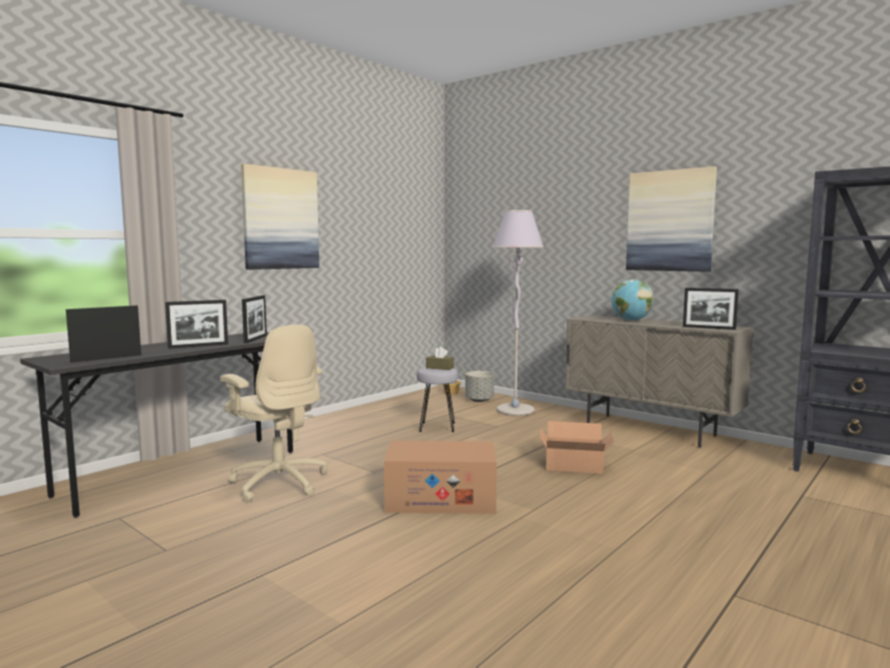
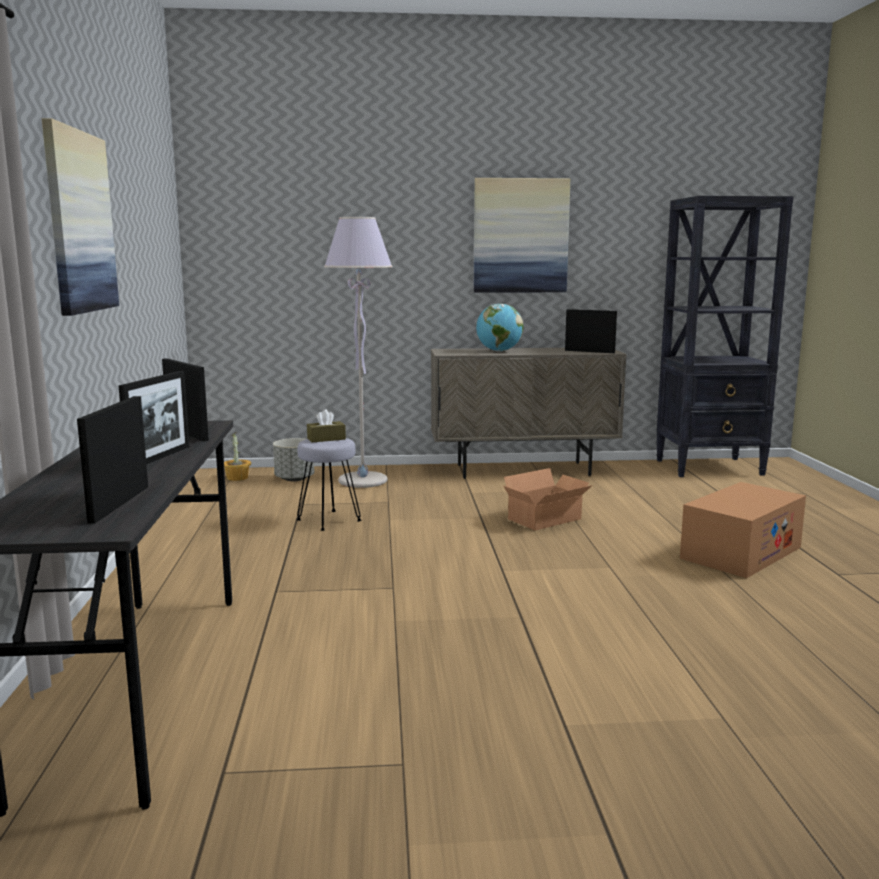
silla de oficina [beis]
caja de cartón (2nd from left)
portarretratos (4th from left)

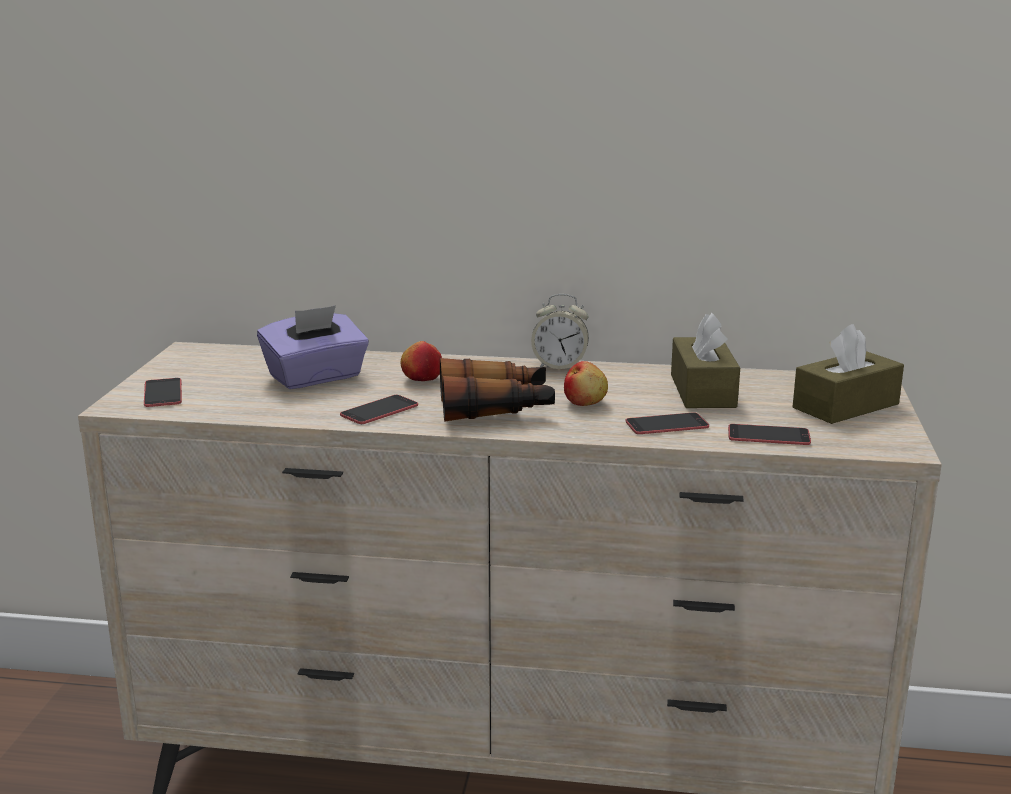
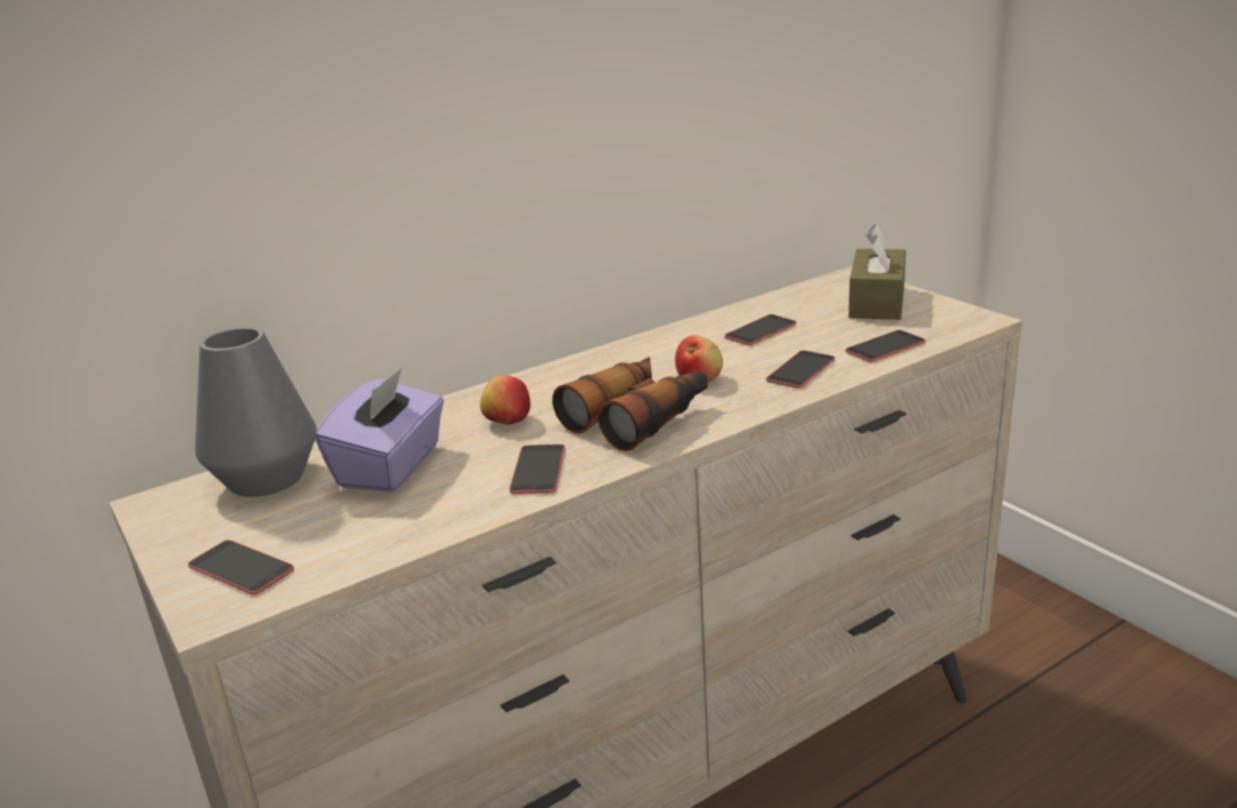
despertador
florero [gris]
móvil (3rd from left)

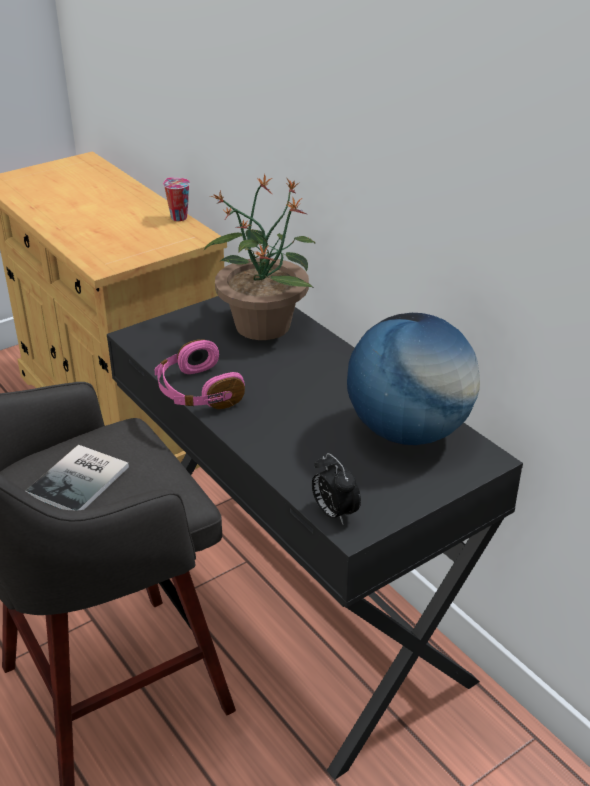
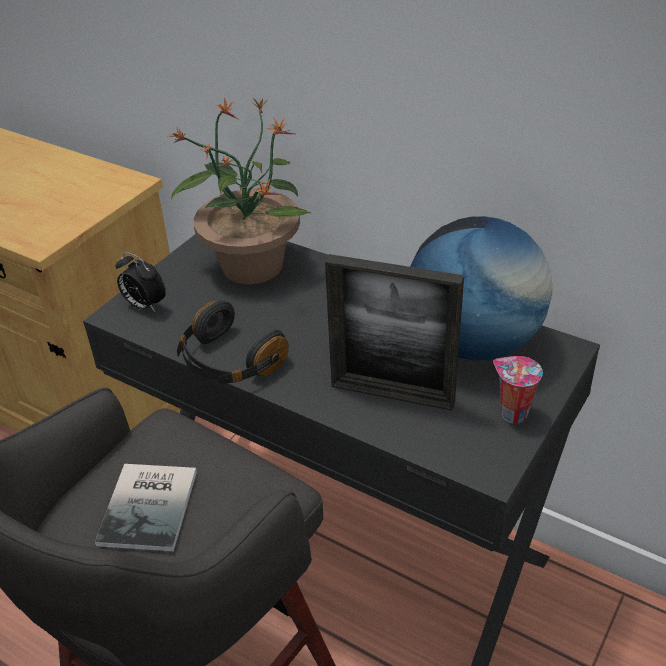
portarretratos
taza
despertador
auriculares [negro]

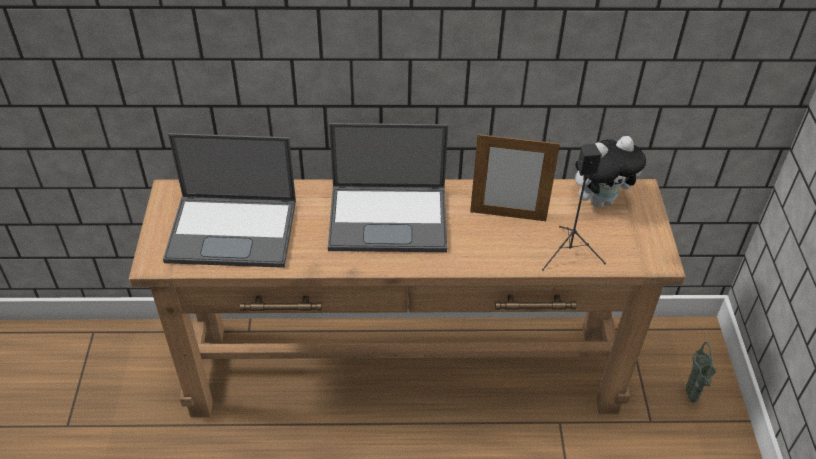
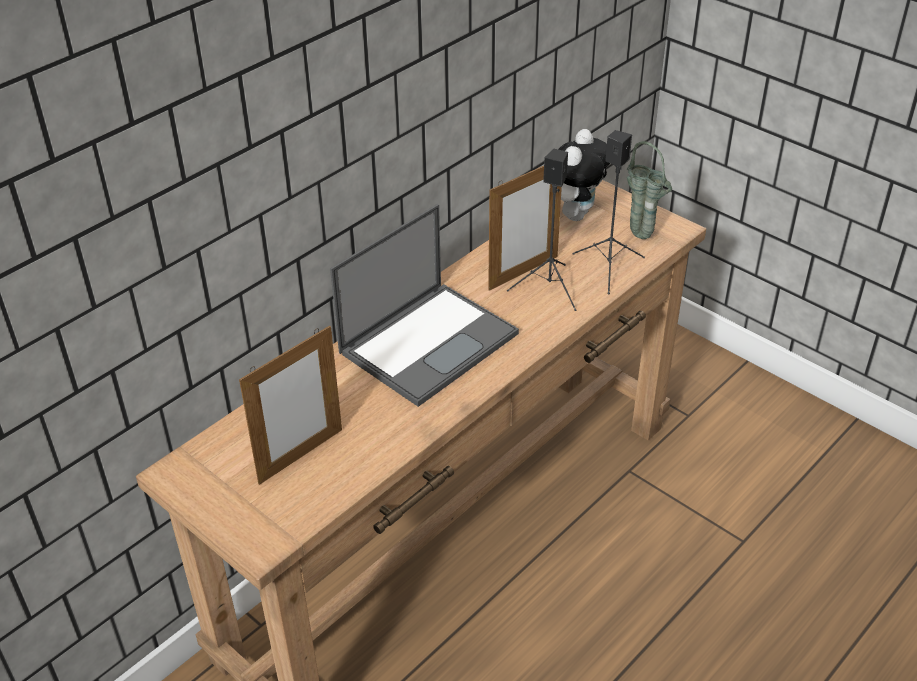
altavoz [negro] (1st from left)
florero [verde]
portarretratos (1st from left)

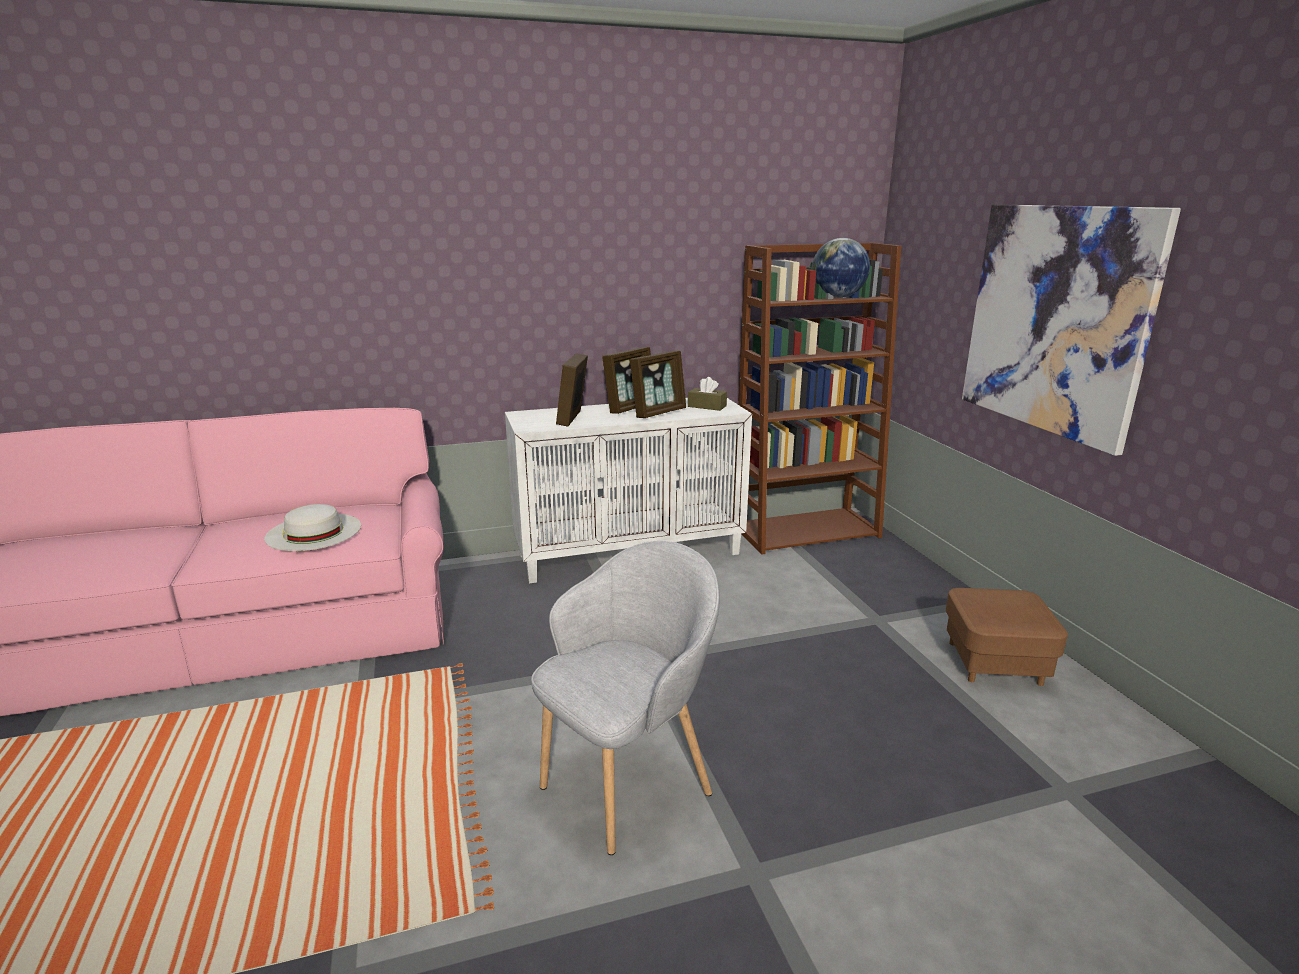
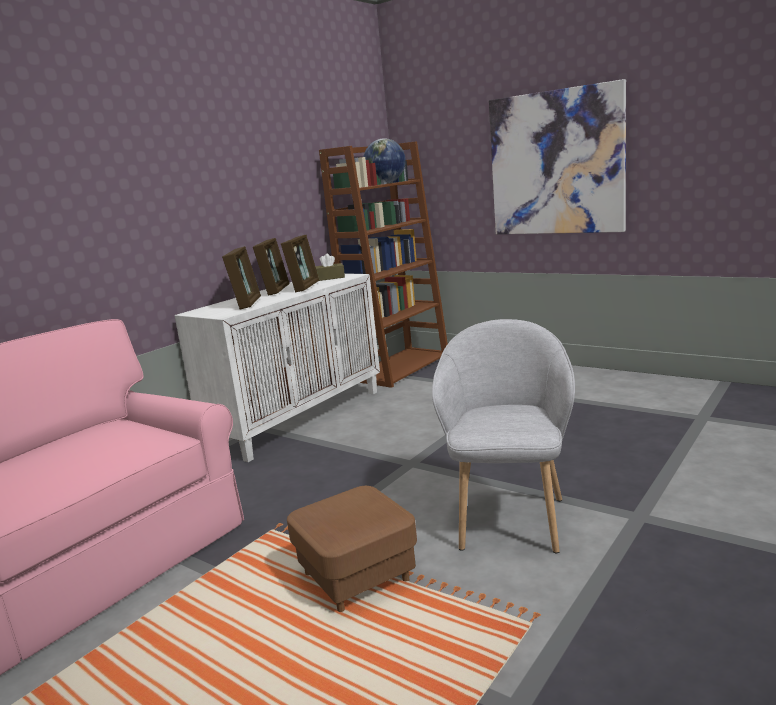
sombrero [blanco]
puf [marrón]
portarretratos (1st from left)

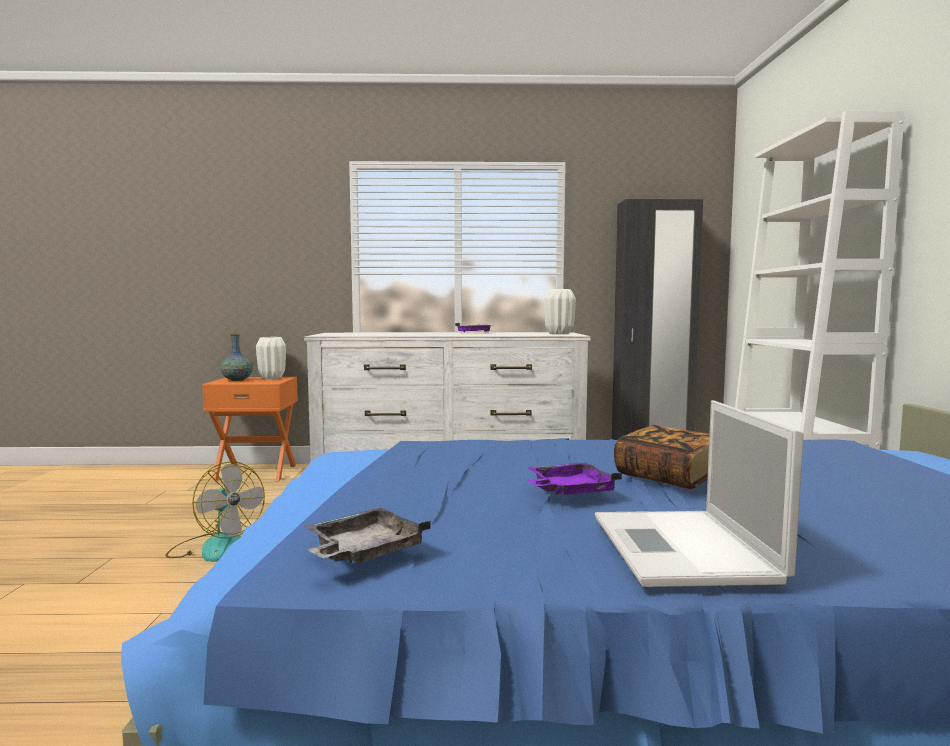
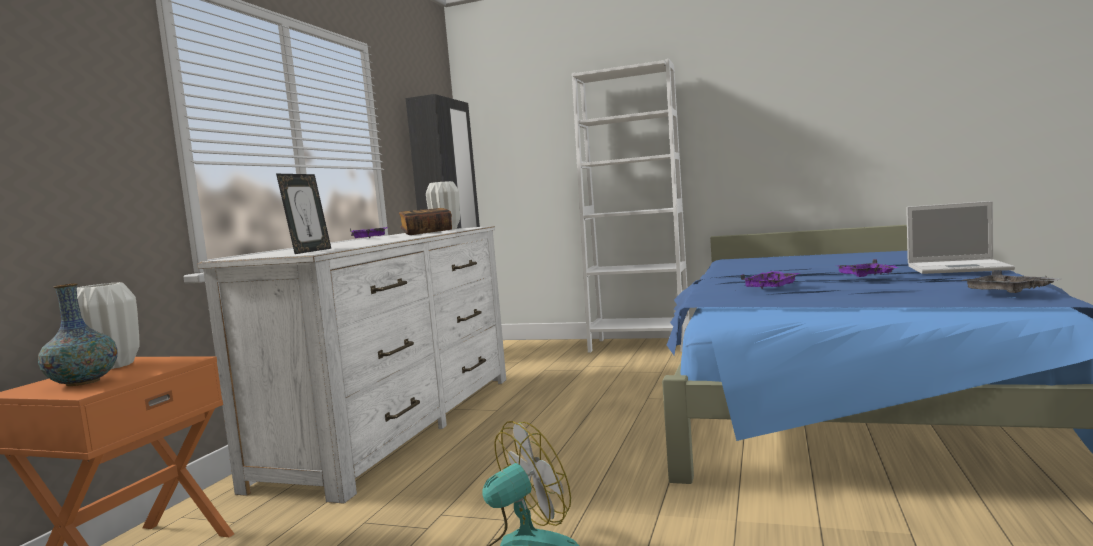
portarretratos
bandeja [morado] (2nd from left)
libro

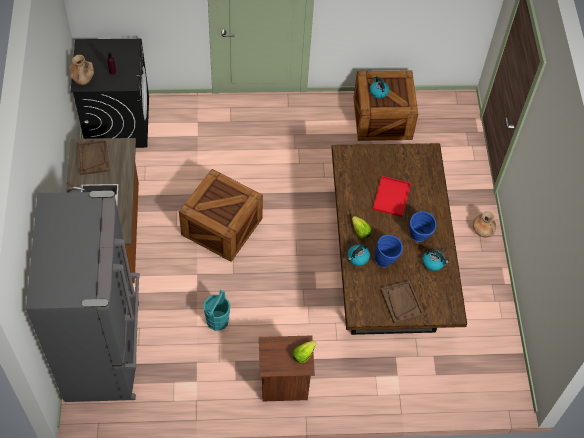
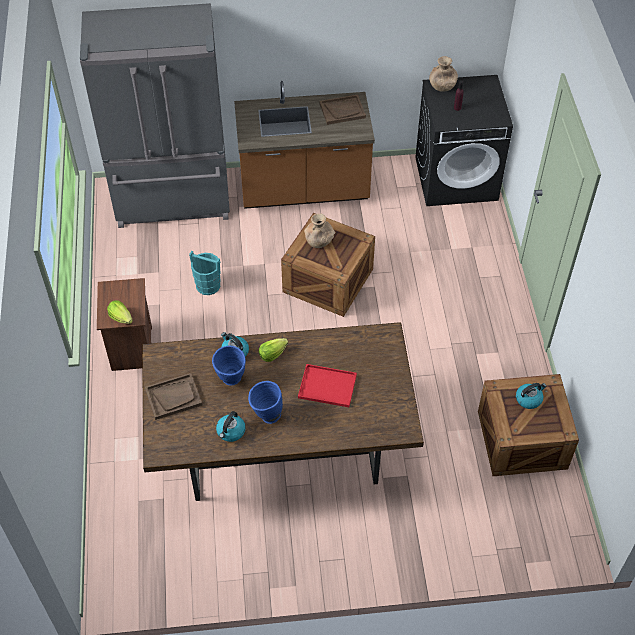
florero [marrón] (1st from left)

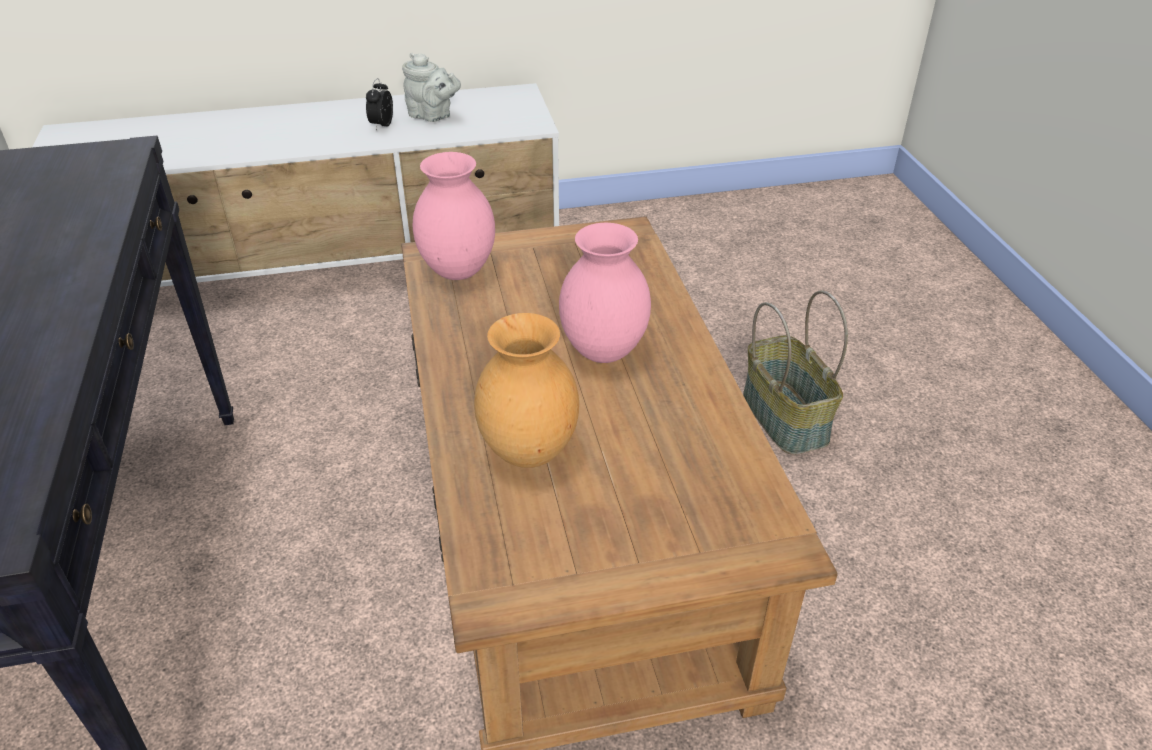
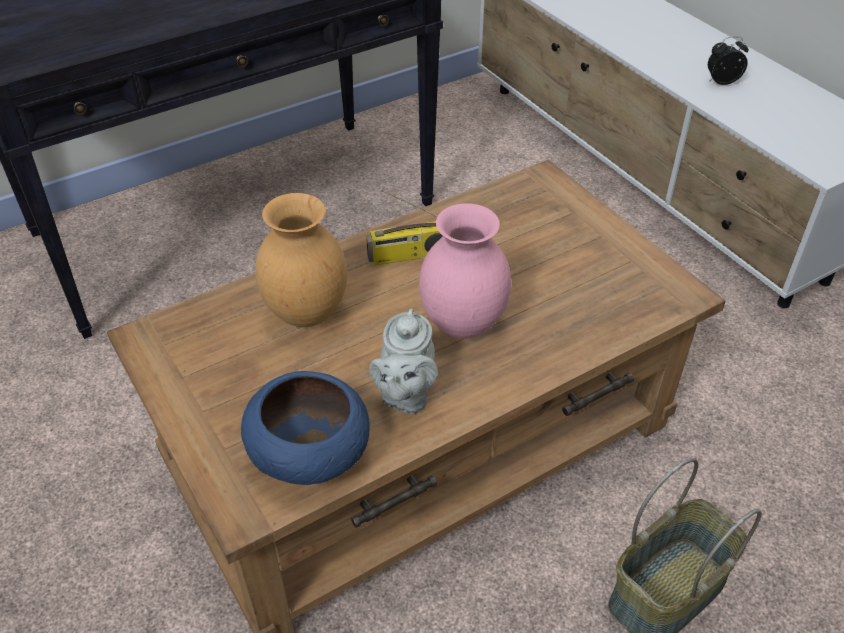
florero [rosa] (1st from left in the first image)
cuenco [azul]
radio
tetera [gris]

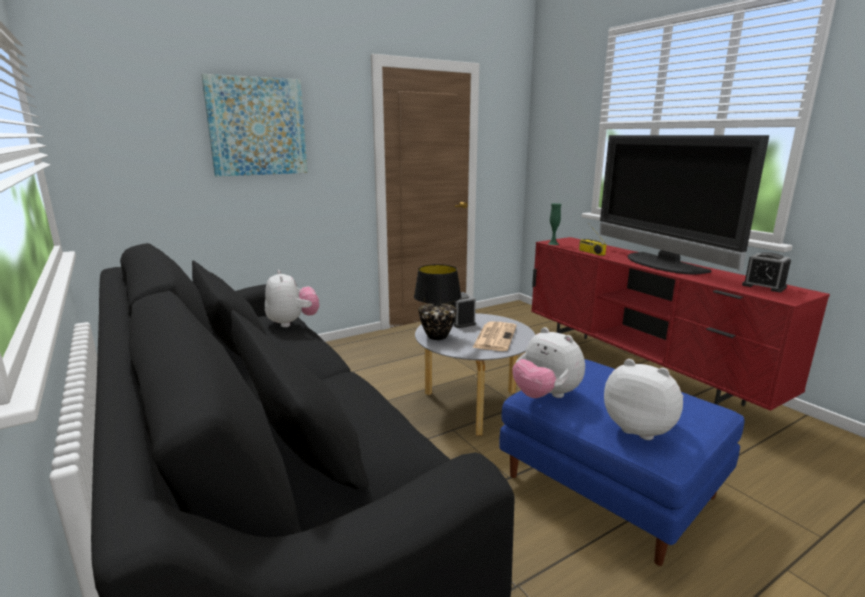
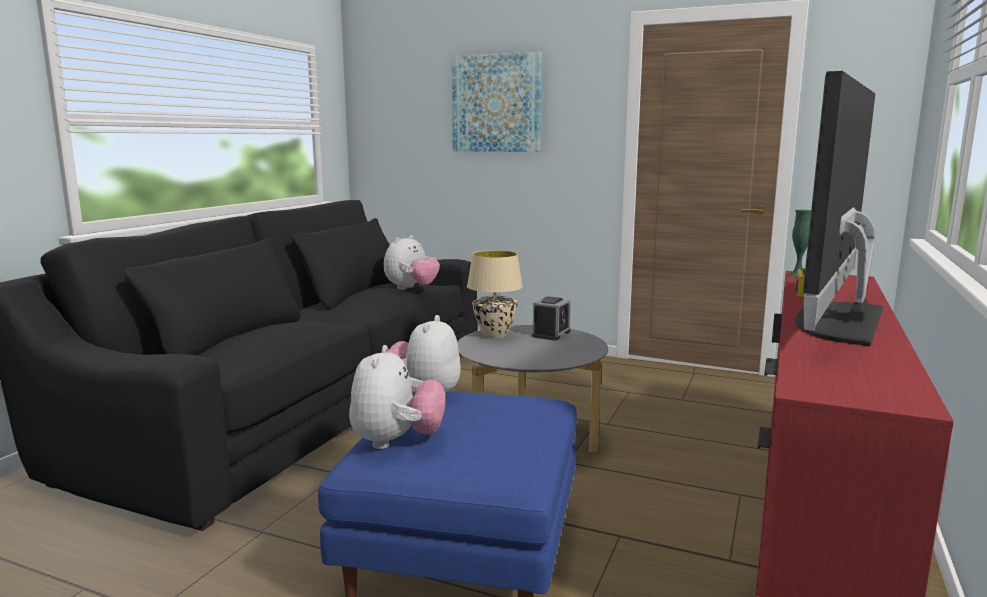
periódico
despertador (2nd from left in the first image)
lámpara de mesa [beis]

